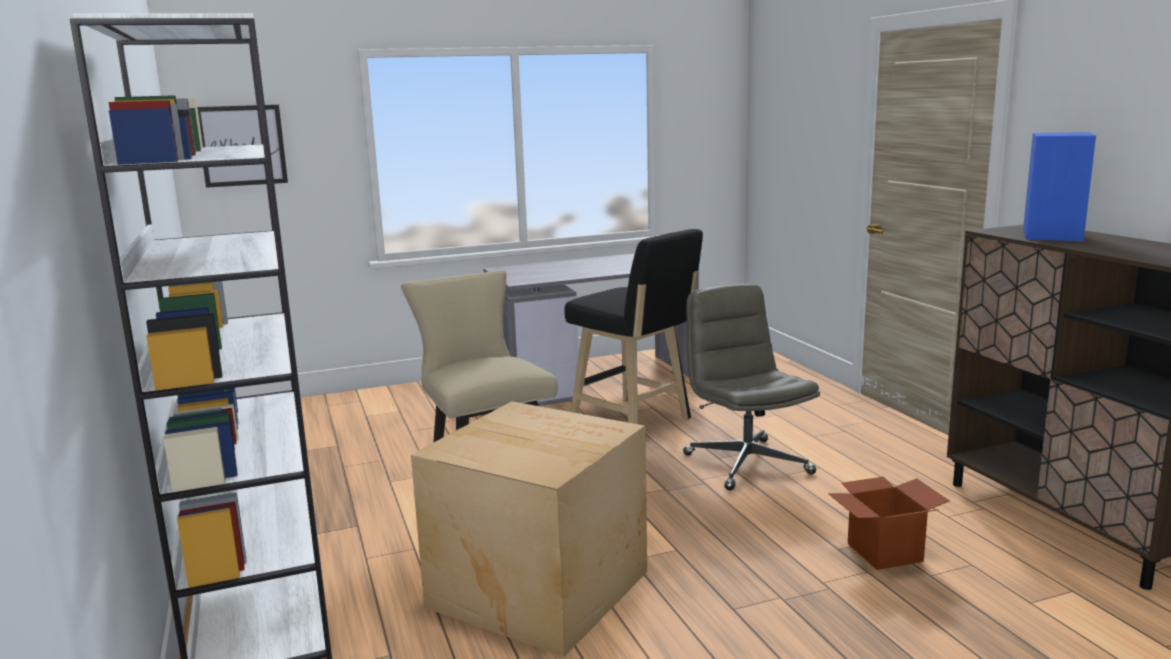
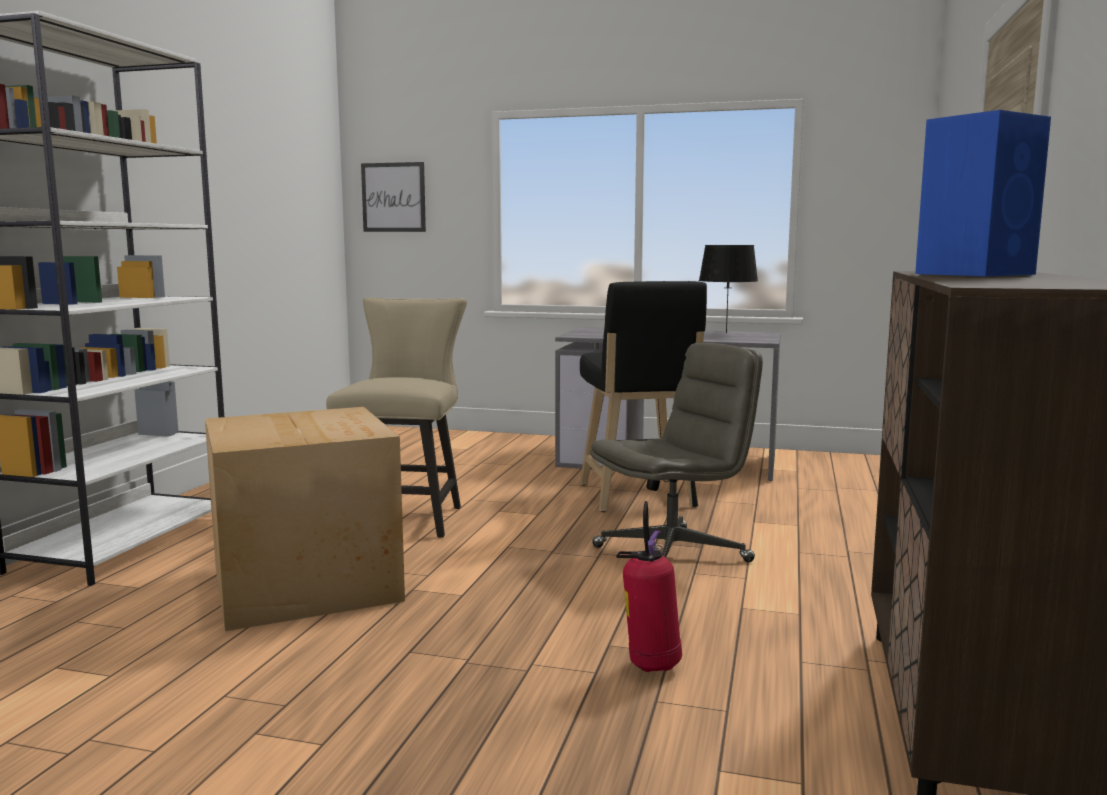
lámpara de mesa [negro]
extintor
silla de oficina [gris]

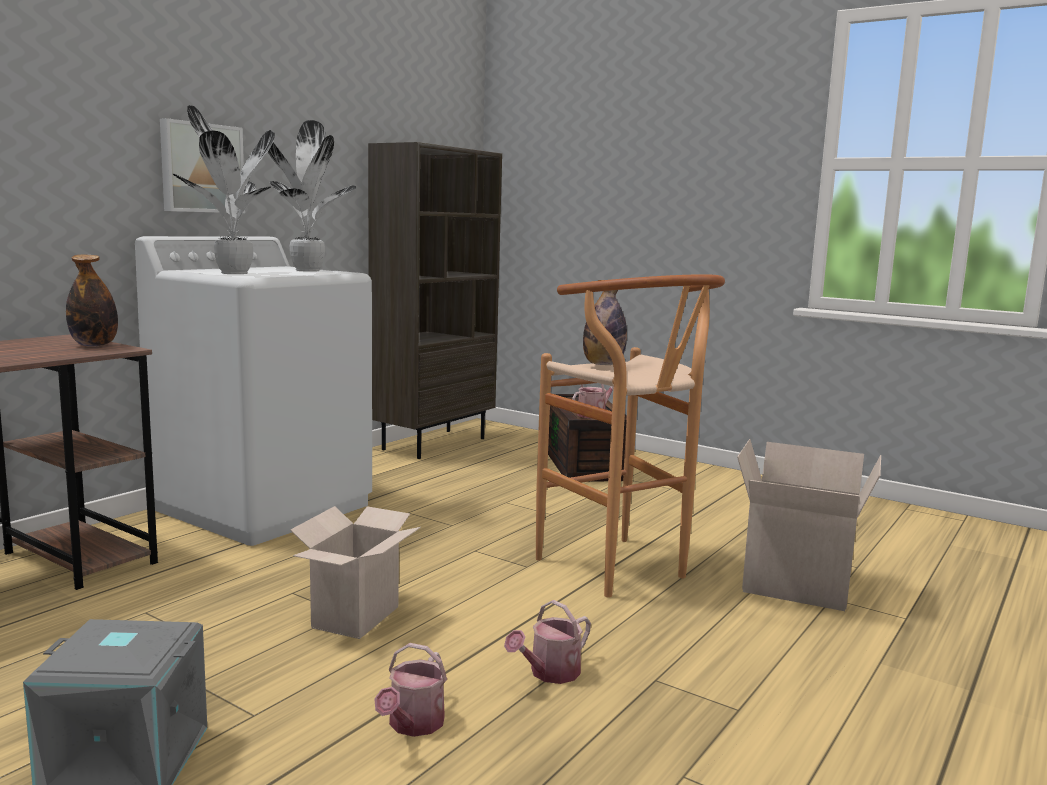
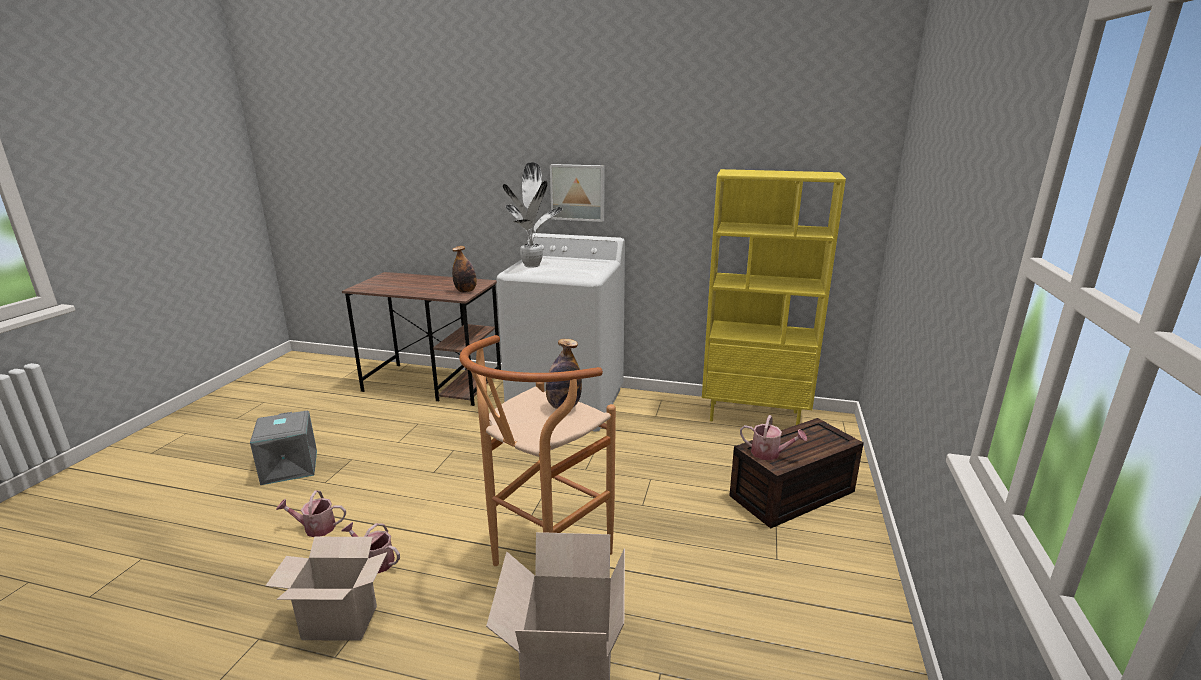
planta en maceta (2nd from left in the first image)
caja de cartón (1st from left)
estantería [amarillo]

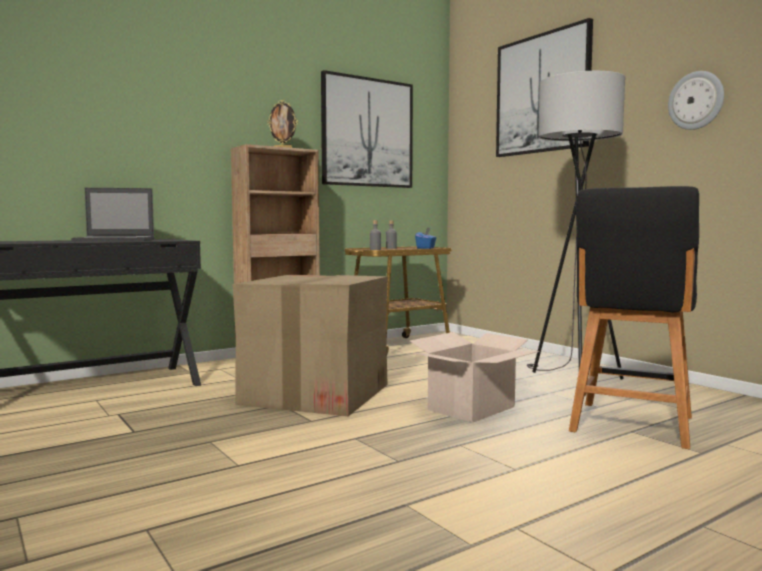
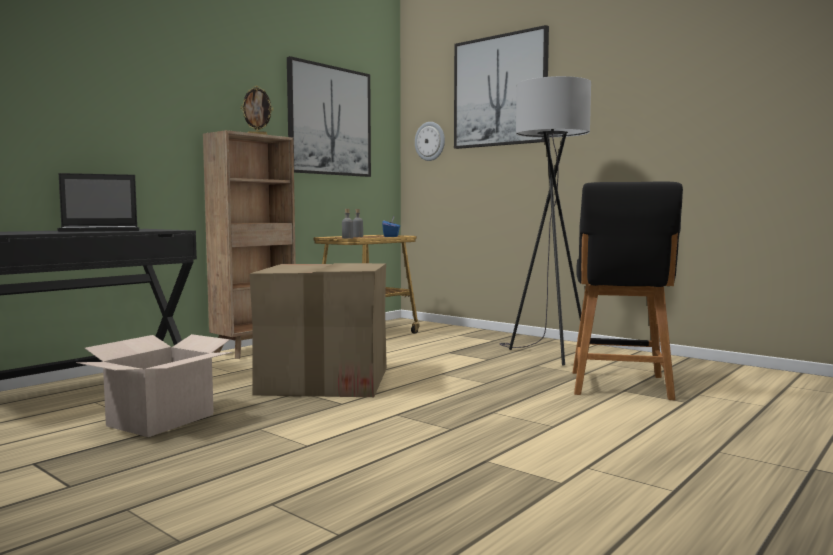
caja de cartón (1st from left)
reloj de pared

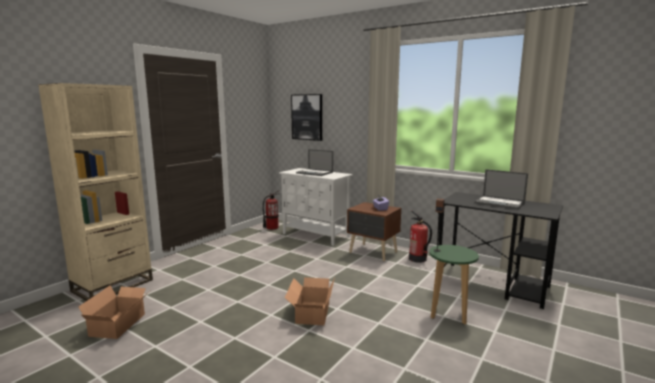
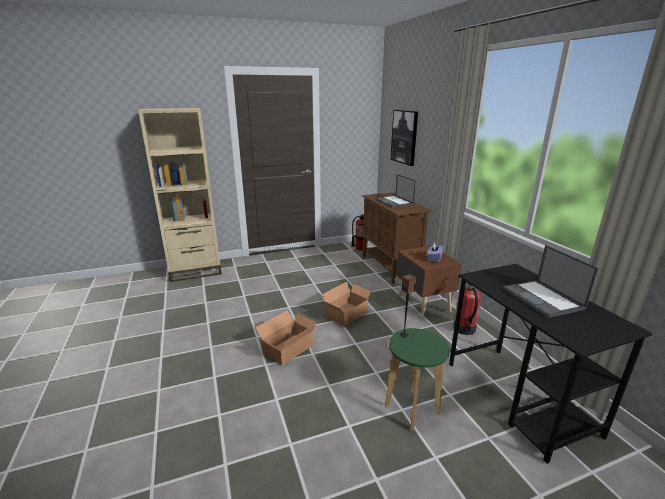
caja de cartón (2nd from left)
armario [marrón]

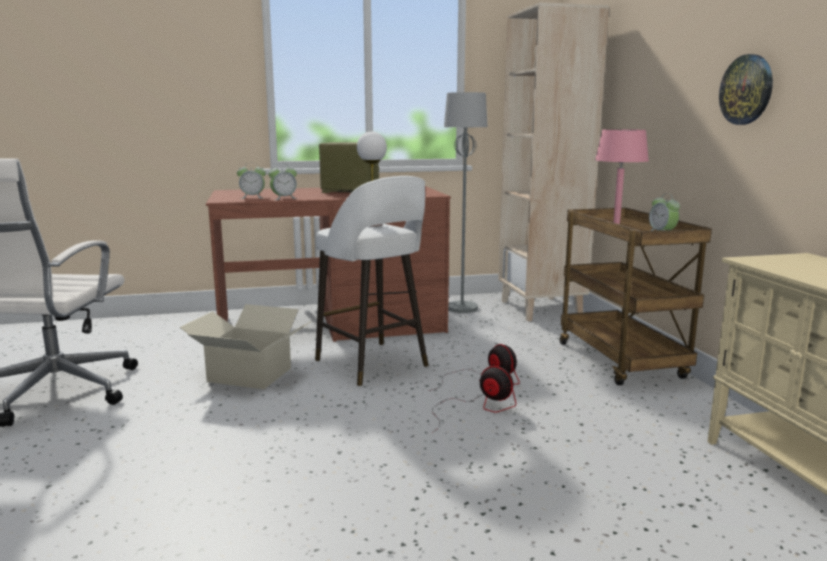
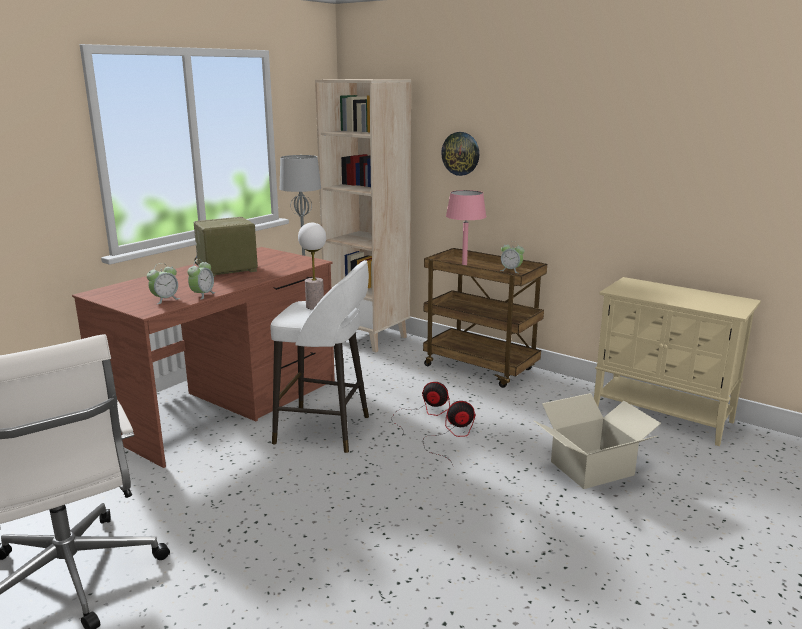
caja de cartón
reloj de pared

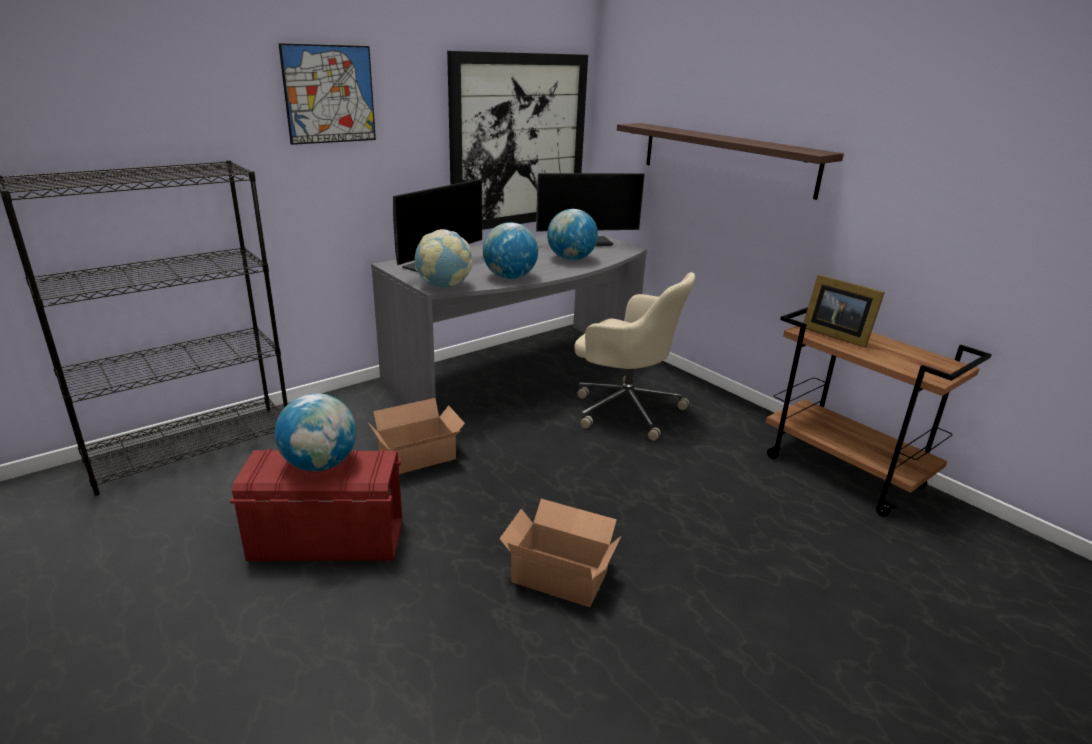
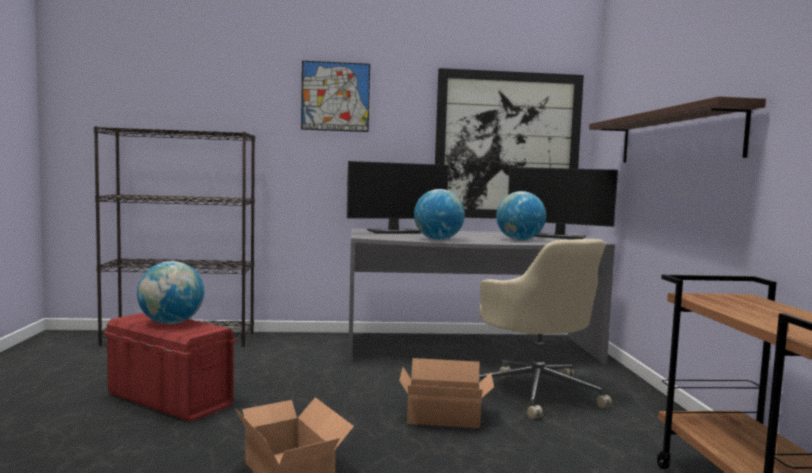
globo terráqueo (2nd from left in the first image)
portarretratos
caja de cartón (2nd from left)

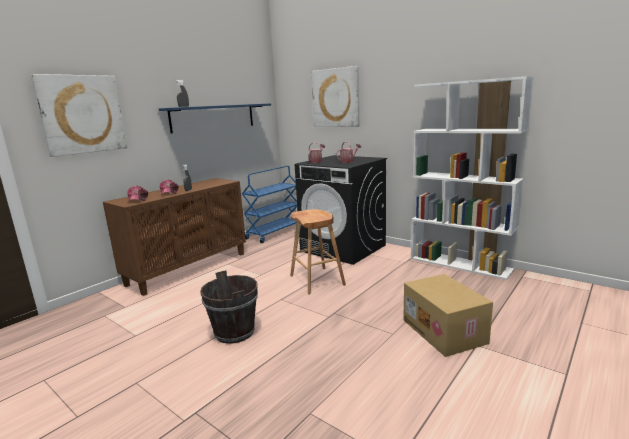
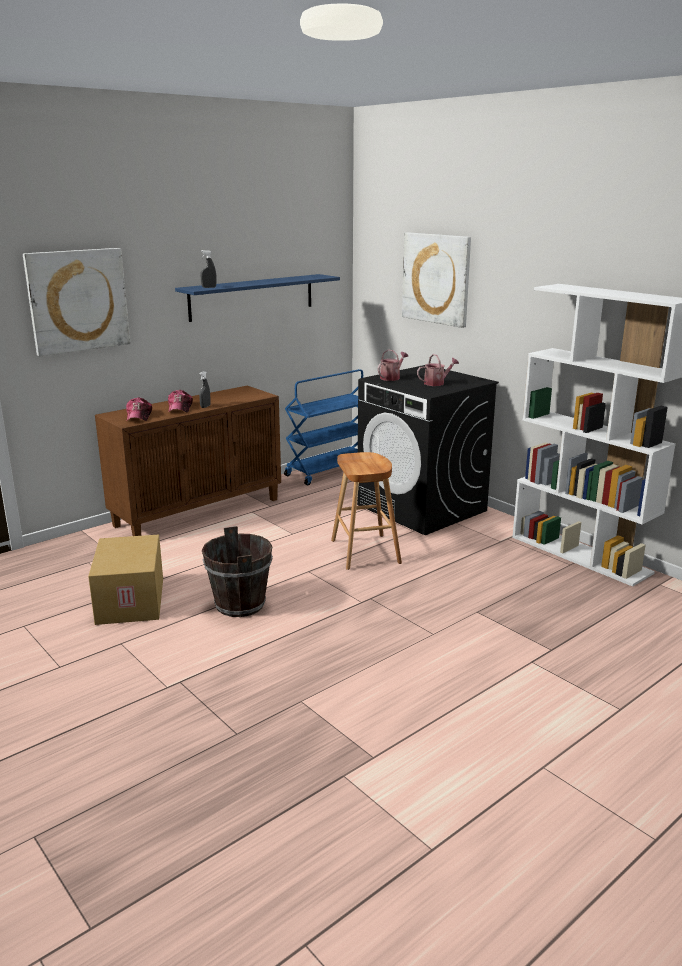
caja de cartón

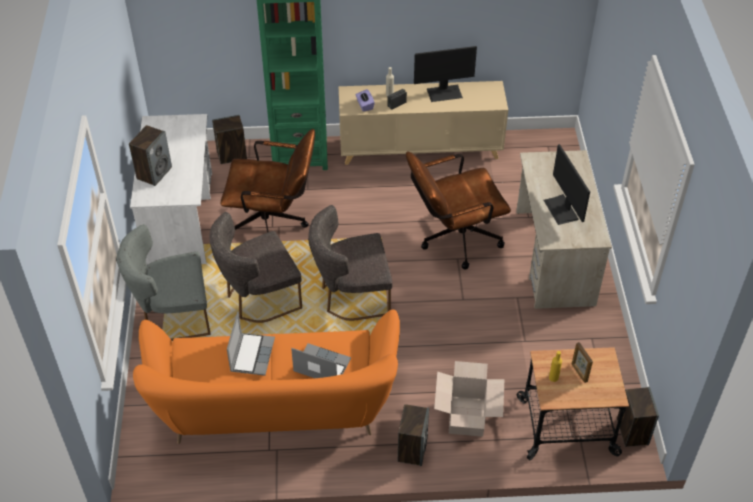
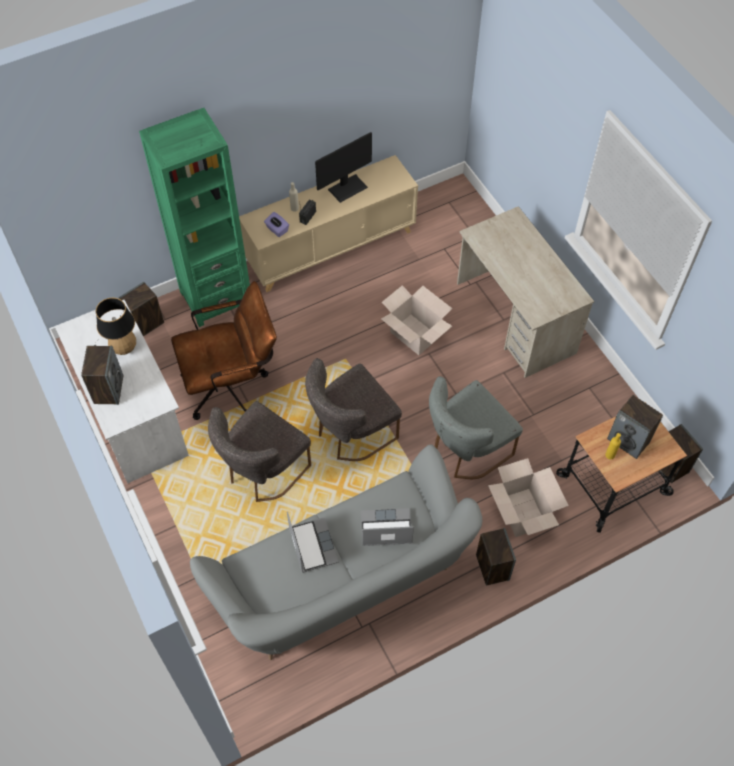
monitor (2nd from left in the first image)
lámpara de mesa
silla [gris] (3rd from left)
caja de cartón (1st from left)
altavoz (4th from left)
sofá [gris]

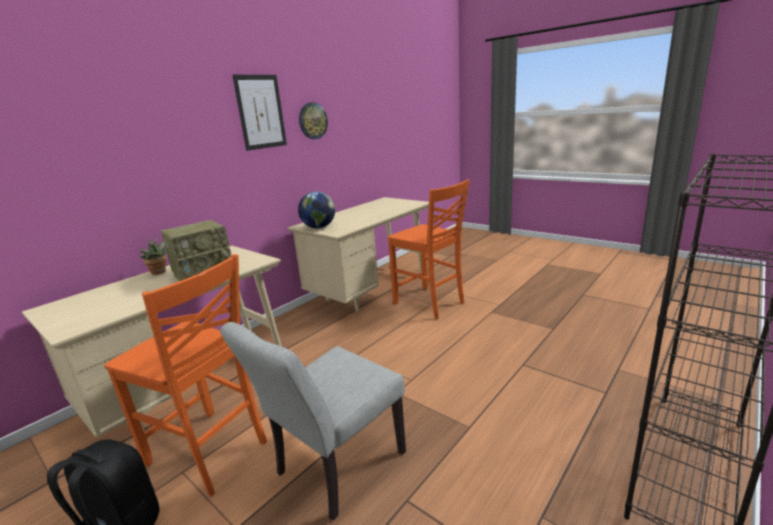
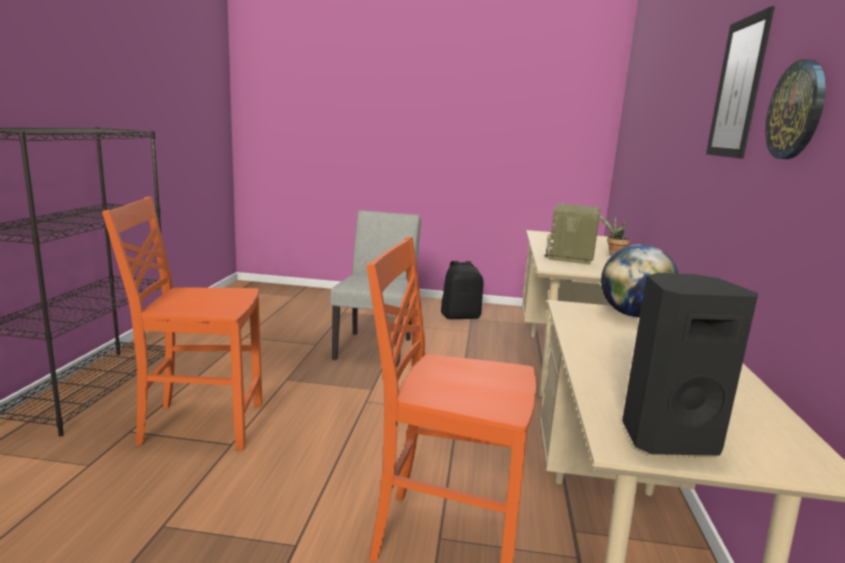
altavoz [negro]
silla [naranja] (1st from left)

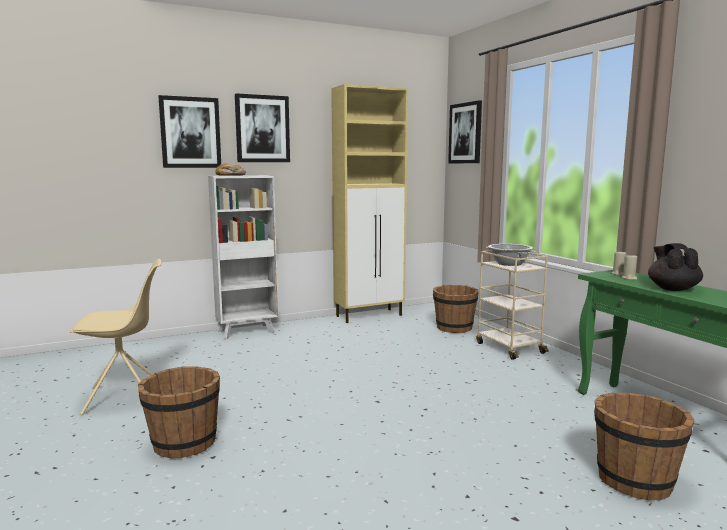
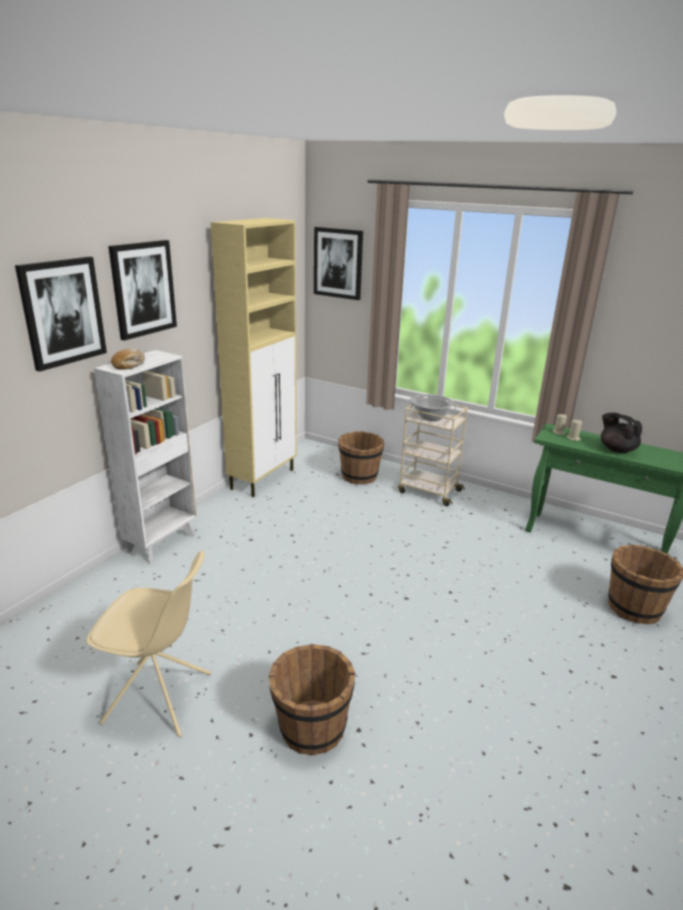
silla [beis]

